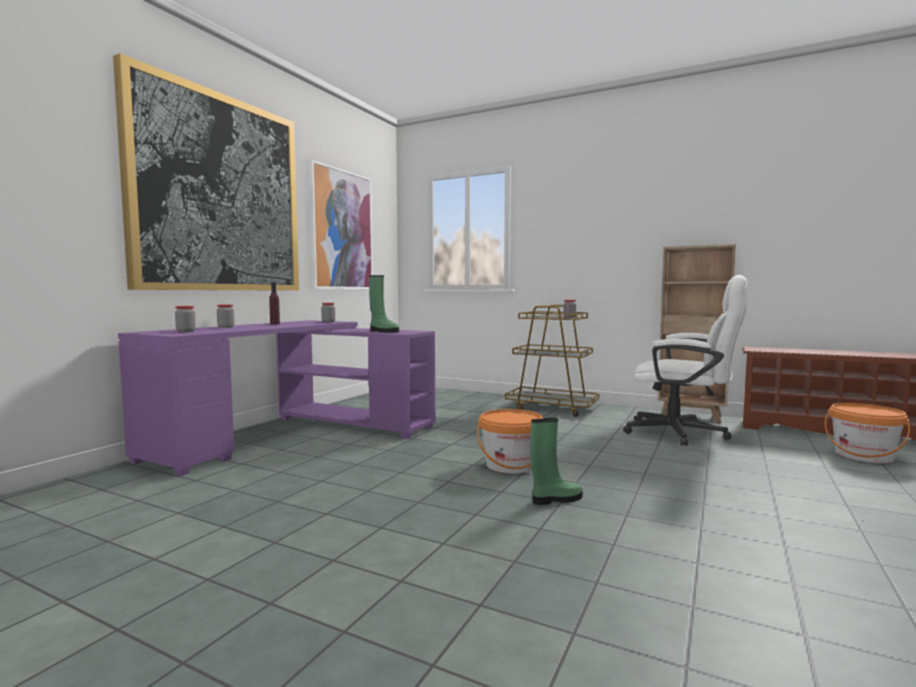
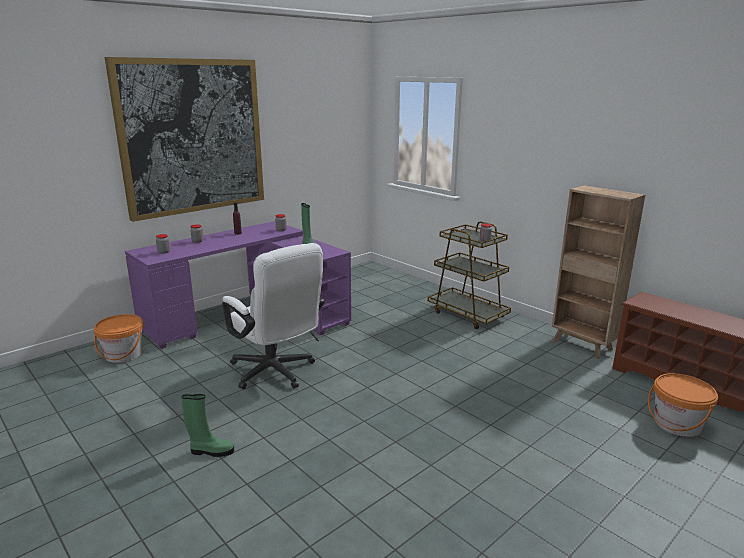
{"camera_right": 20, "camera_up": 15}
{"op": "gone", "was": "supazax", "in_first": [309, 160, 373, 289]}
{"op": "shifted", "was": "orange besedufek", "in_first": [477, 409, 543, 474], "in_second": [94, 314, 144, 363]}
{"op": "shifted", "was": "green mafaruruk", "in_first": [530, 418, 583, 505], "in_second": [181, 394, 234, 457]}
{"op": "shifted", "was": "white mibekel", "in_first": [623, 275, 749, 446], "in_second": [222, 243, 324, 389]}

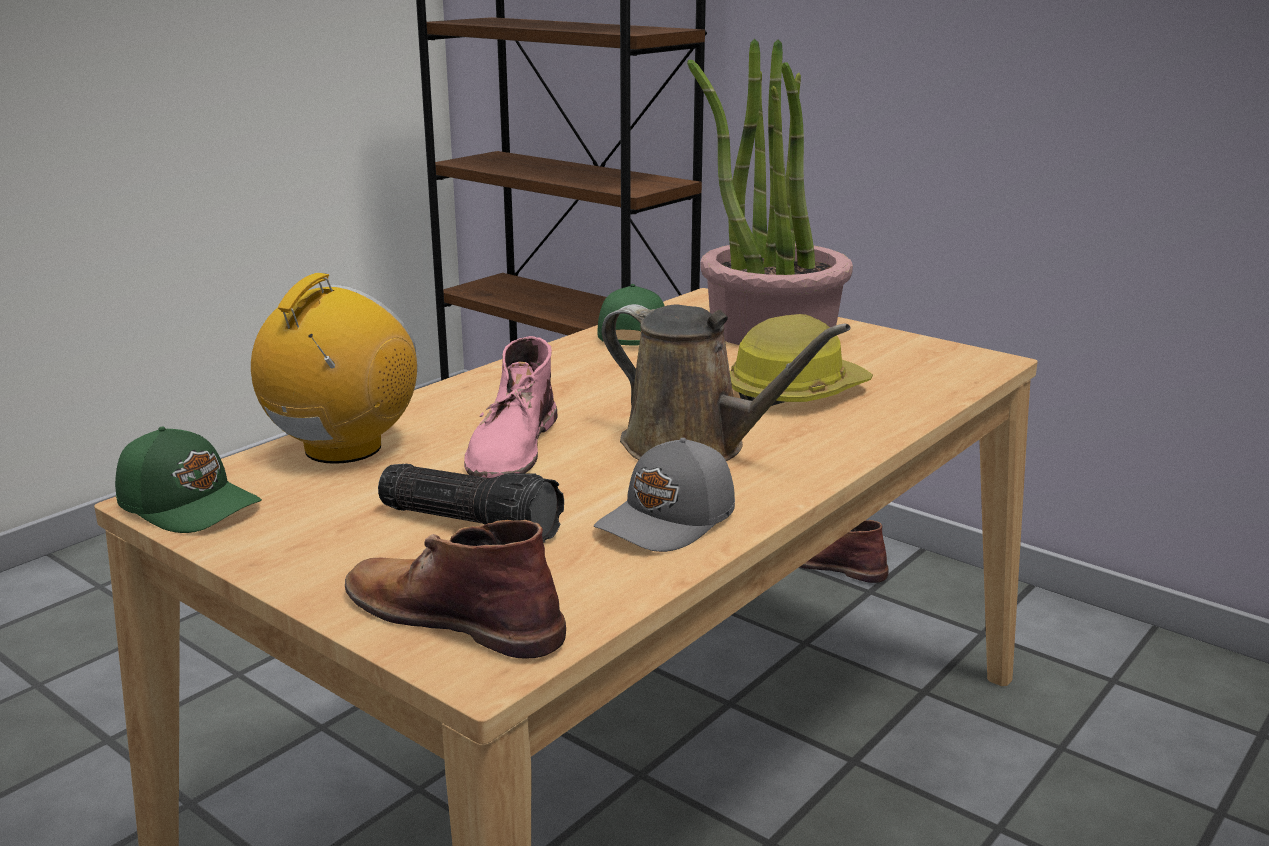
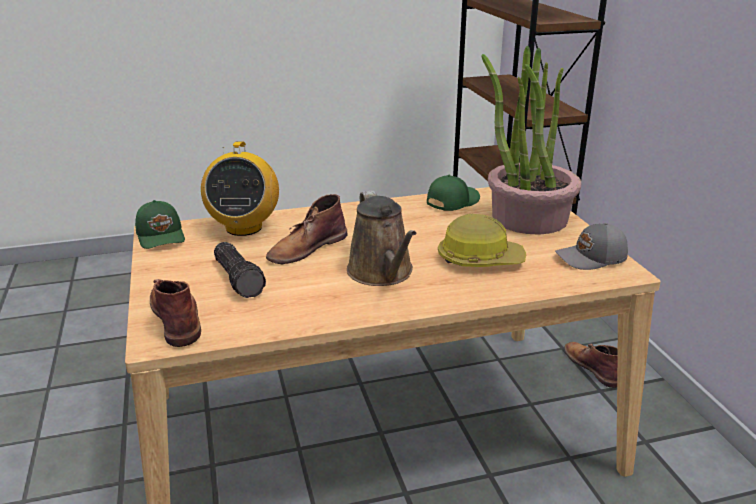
{"camera_right": 35, "camera_up": 5}
{"op": "shifted", "was": "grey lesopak", "in_first": [594, 438, 735, 552], "in_second": [555, 223, 628, 270]}
{"op": "repainted", "was": "pink mafaruruk", "now": "brown mafaruruk", "in_first": [464, 336, 558, 478], "in_second": [266, 194, 347, 265]}
{"op": "rotated", "was": "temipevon", "in_first": [251, 273, 417, 464], "in_second": [201, 141, 279, 236], "clockwise": 120}

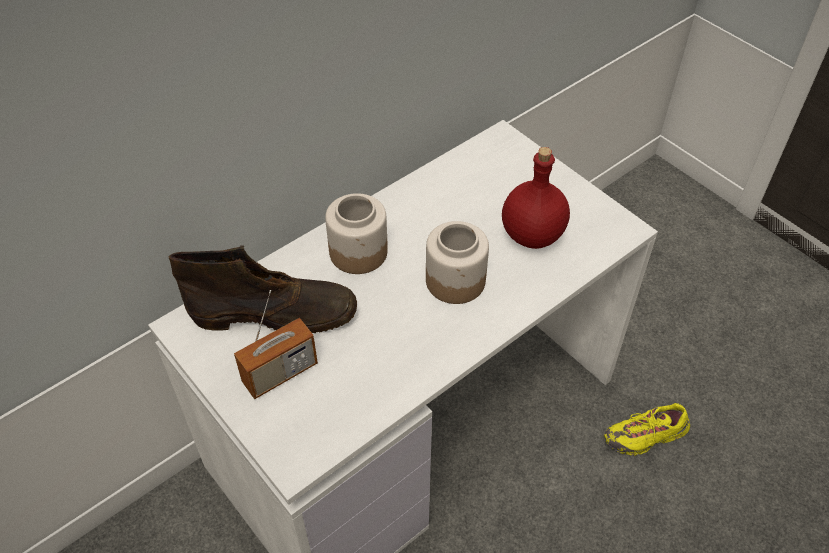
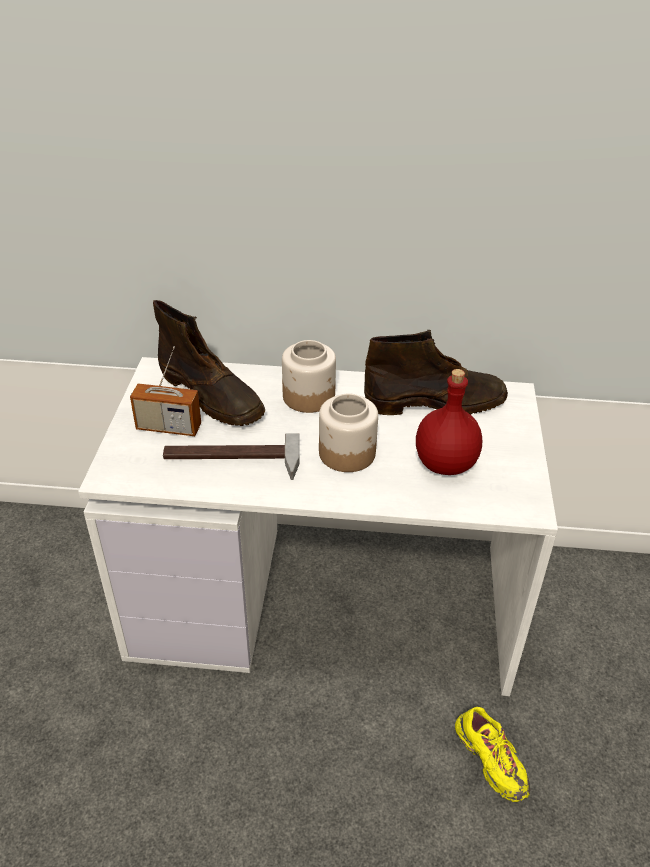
{"camera_right": 45, "camera_up": -10}
{"op": "new", "now": "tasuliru", "in_second": [163, 433, 300, 480]}
{"op": "new", "now": "brown mafaruruk", "in_second": [364, 330, 508, 415]}
{"op": "rotated", "was": "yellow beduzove", "in_first": [604, 403, 690, 456], "in_second": [455, 707, 530, 802], "clockwise": -150}

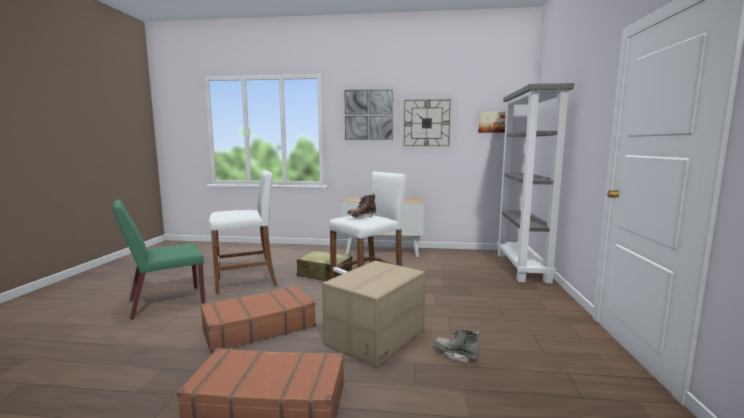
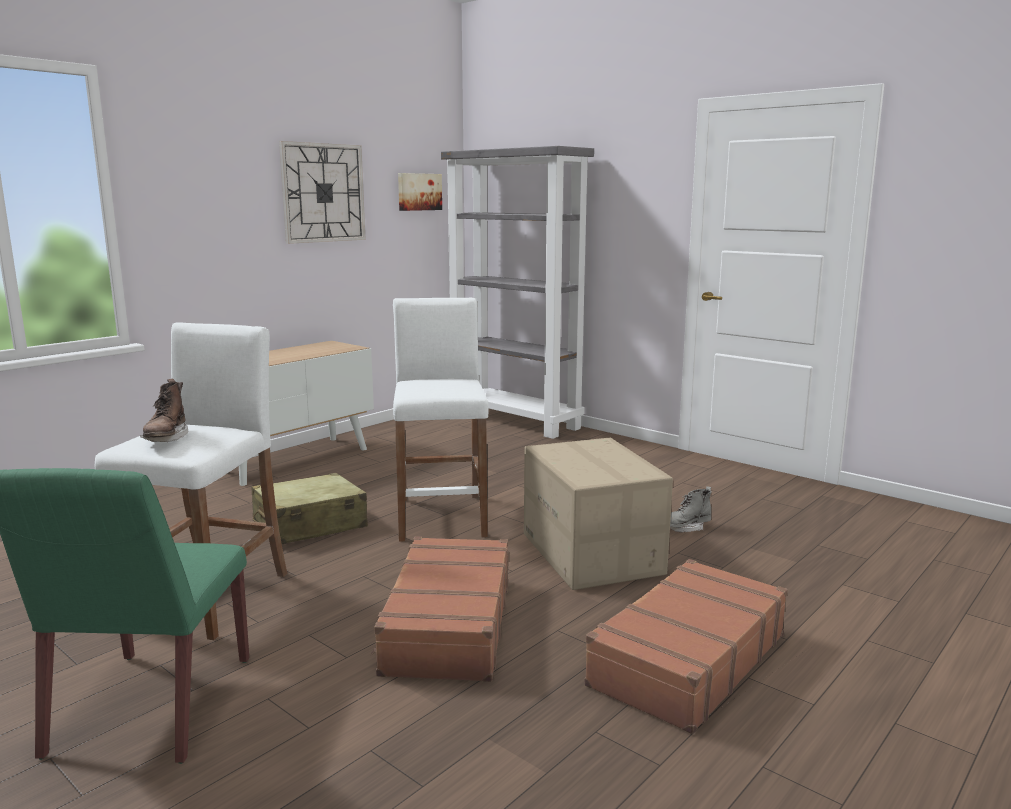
{"camera_right": -55, "camera_up": 5}
{"op": "gone", "was": "supazax", "in_first": [344, 89, 394, 140]}
{"op": "shifted", "was": "brown mafaruruk", "in_first": [347, 194, 376, 218], "in_second": [140, 379, 188, 442]}

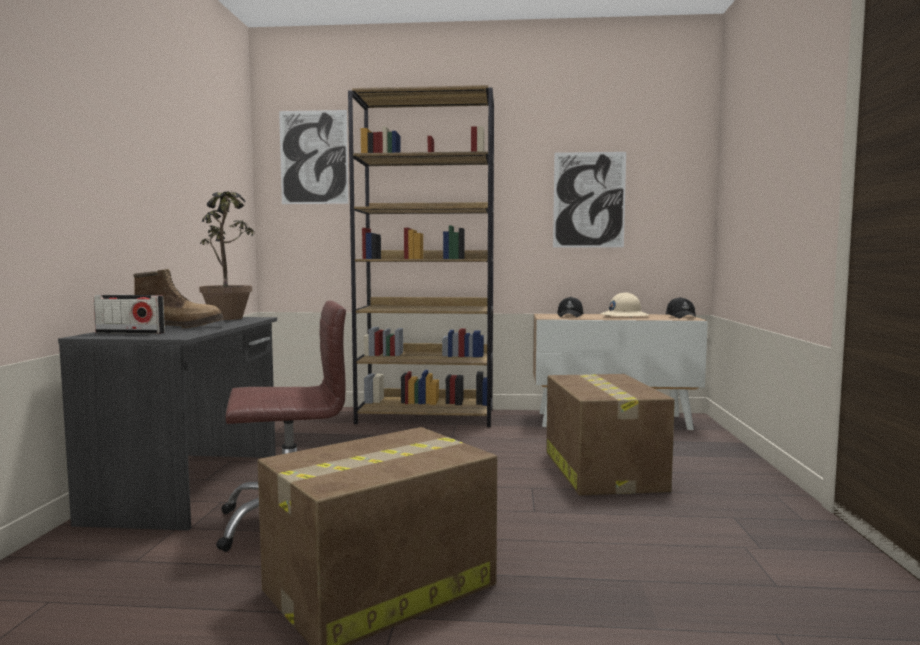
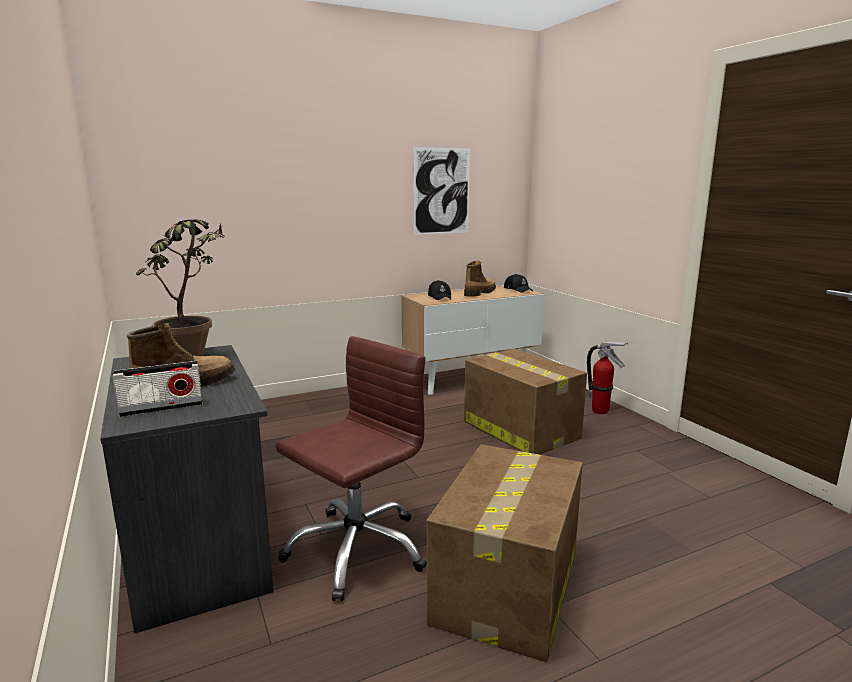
{"camera_right": -30, "camera_up": 10}
{"op": "gone", "was": "supazax", "in_first": [279, 110, 349, 204]}
{"op": "gone", "was": "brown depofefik", "in_first": [348, 85, 494, 427]}
{"op": "new", "now": "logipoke", "in_second": [587, 341, 628, 414]}
{"op": "swapped", "was": "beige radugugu", "now": "mafaruruk", "in_first": [601, 292, 649, 318], "in_second": [464, 261, 496, 297]}

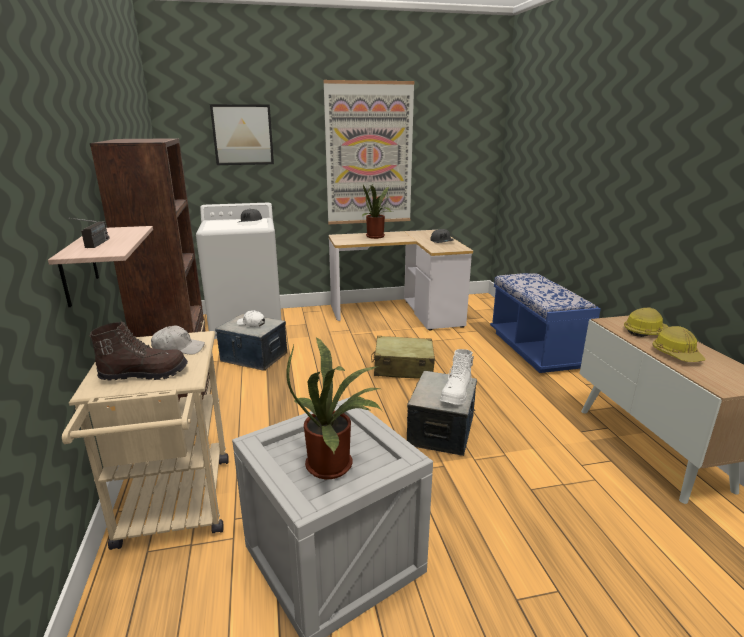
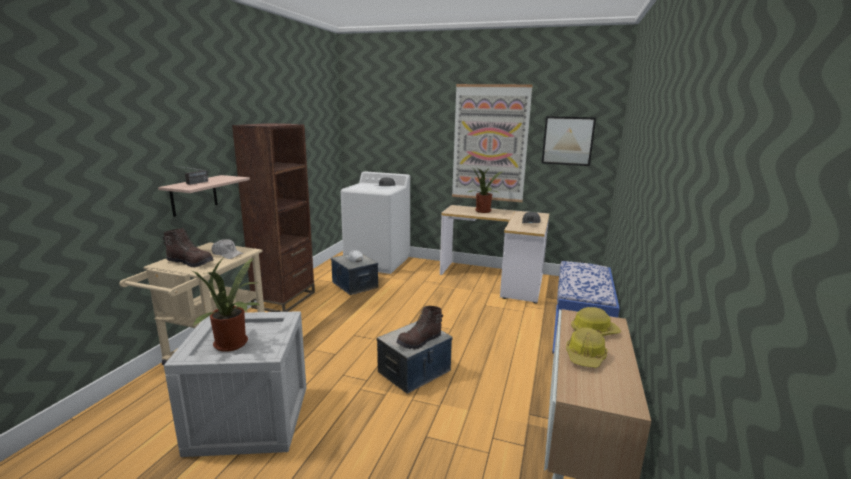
{"camera_right": 30, "camera_up": -5}
{"op": "gone", "was": "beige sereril", "in_first": [371, 336, 435, 379]}
{"op": "shifted", "was": "supazax", "in_first": [210, 104, 274, 165], "in_second": [542, 116, 596, 166]}
{"op": "repainted", "was": "white mafaruruk", "now": "brown mafaruruk", "in_first": [440, 349, 474, 405], "in_second": [397, 306, 443, 350]}

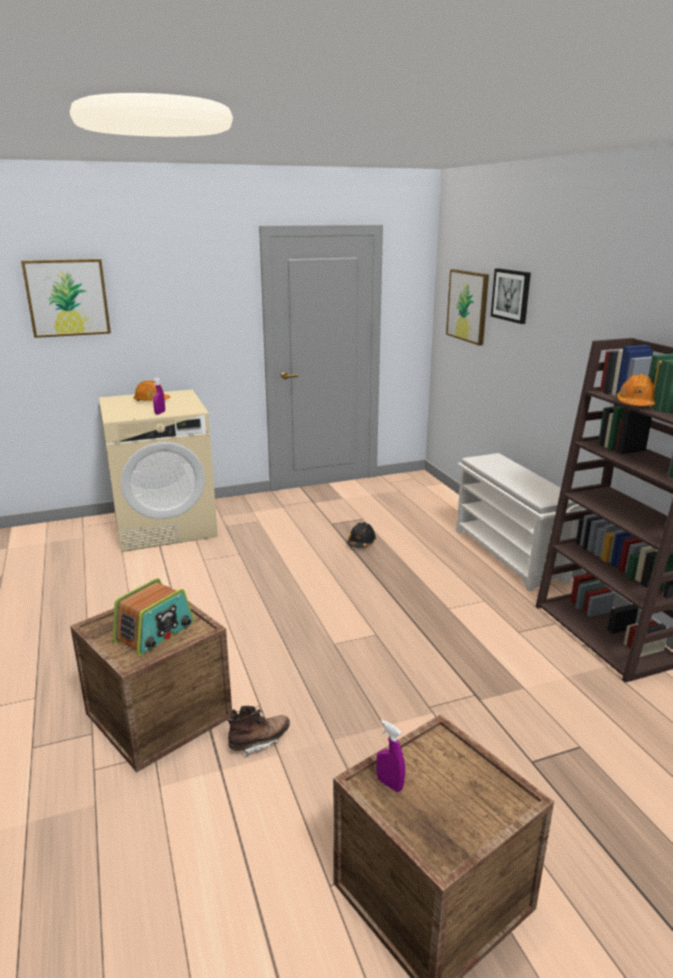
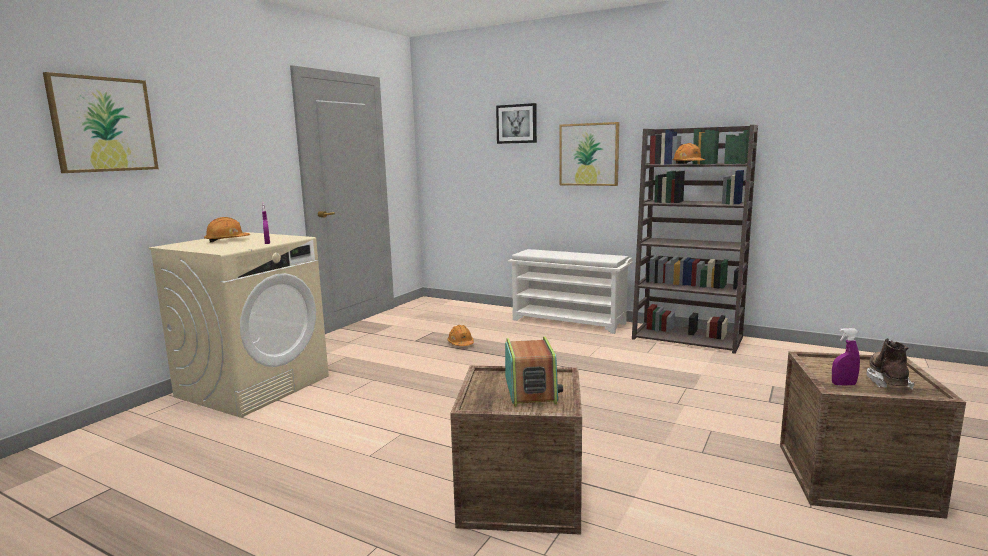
{"camera_right": -40, "camera_up": -10}
{"op": "shifted", "was": "brown mafaruruk", "in_first": [227, 706, 290, 758], "in_second": [866, 338, 915, 390]}
{"op": "shifted", "was": "supazax", "in_first": [446, 269, 489, 346], "in_second": [559, 122, 619, 186]}
{"op": "repainted", "was": "black radugugu", "now": "orange radugugu", "in_first": [347, 522, 376, 548], "in_second": [447, 325, 474, 346]}

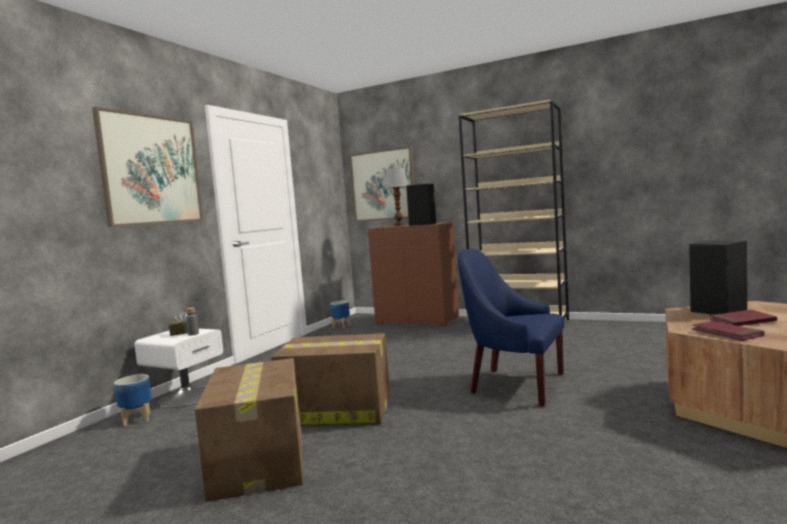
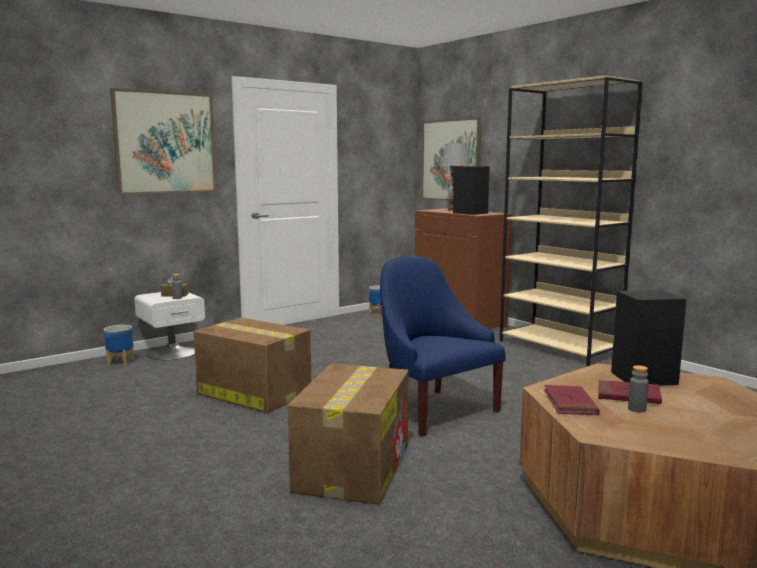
{"camera_right": 25, "camera_up": 5}
{"op": "new", "now": "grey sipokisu", "in_second": [628, 365, 649, 413]}
{"op": "shifted", "was": "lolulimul", "in_first": [194, 358, 304, 502], "in_second": [288, 364, 408, 504]}

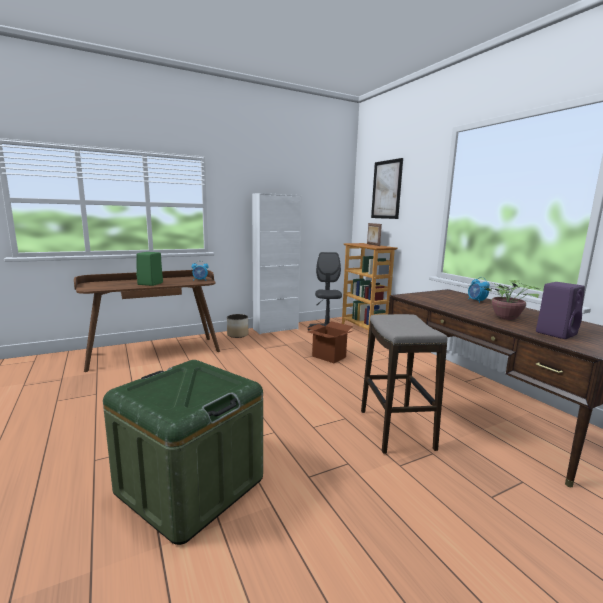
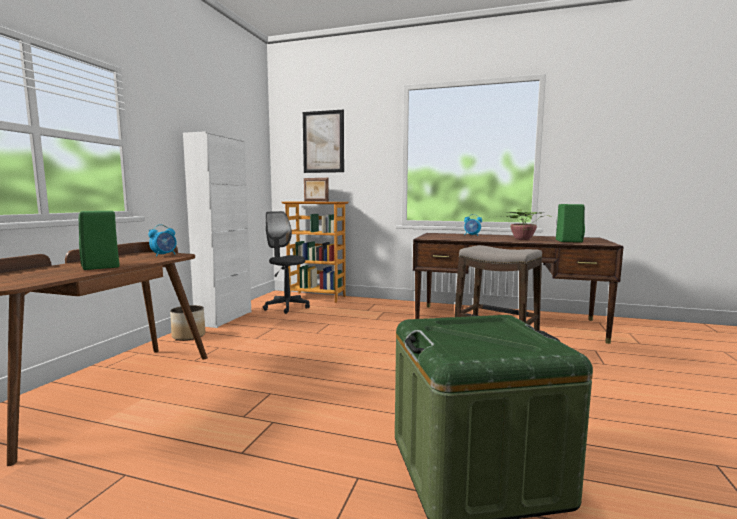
{"camera_right": -45, "camera_up": -5}
{"op": "gone", "was": "lolulimul", "in_first": [307, 321, 353, 363]}
{"op": "repainted", "was": "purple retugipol", "now": "green retugipol", "in_first": [536, 282, 585, 339], "in_second": [556, 204, 585, 243]}

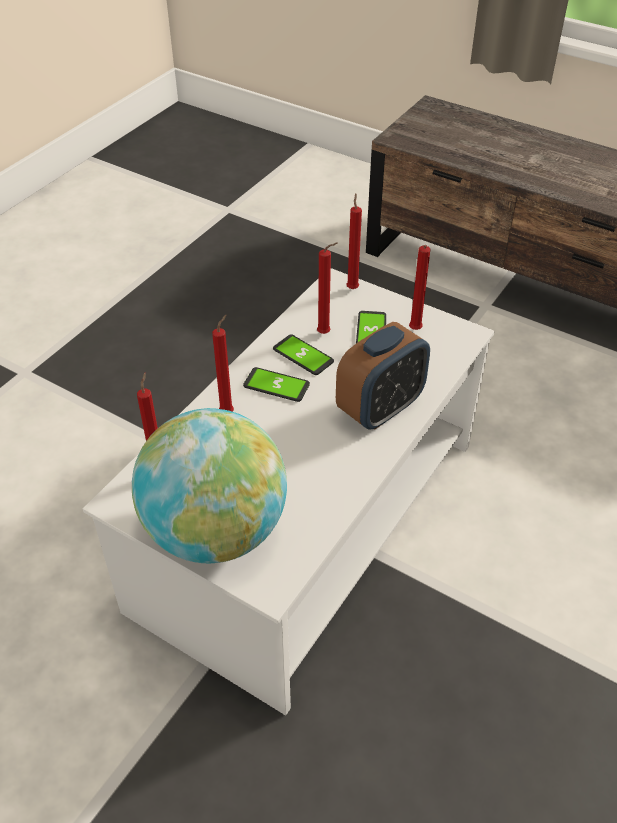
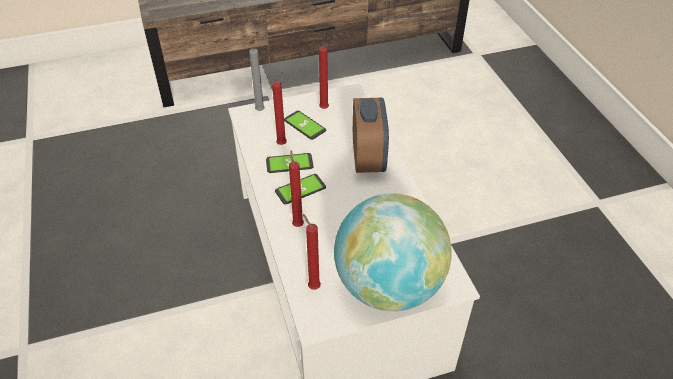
{"camera_right": -50, "camera_up": 0}
{"op": "repainted", "was": "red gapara", "now": "grey gapara", "in_first": [346, 193, 362, 289], "in_second": [246, 40, 265, 111]}

